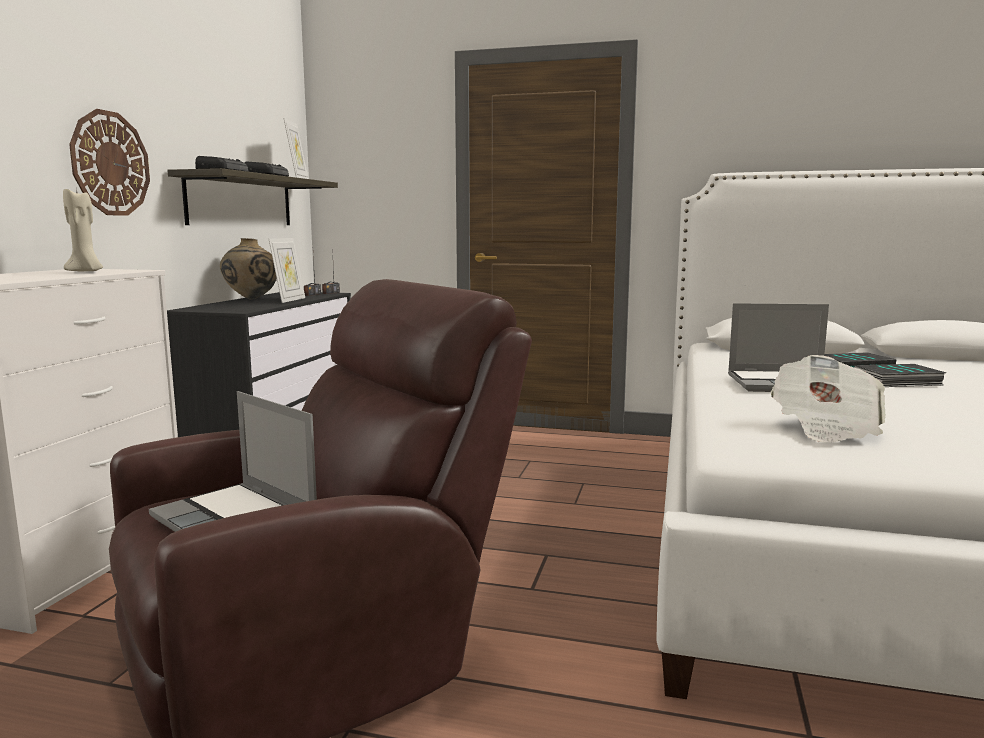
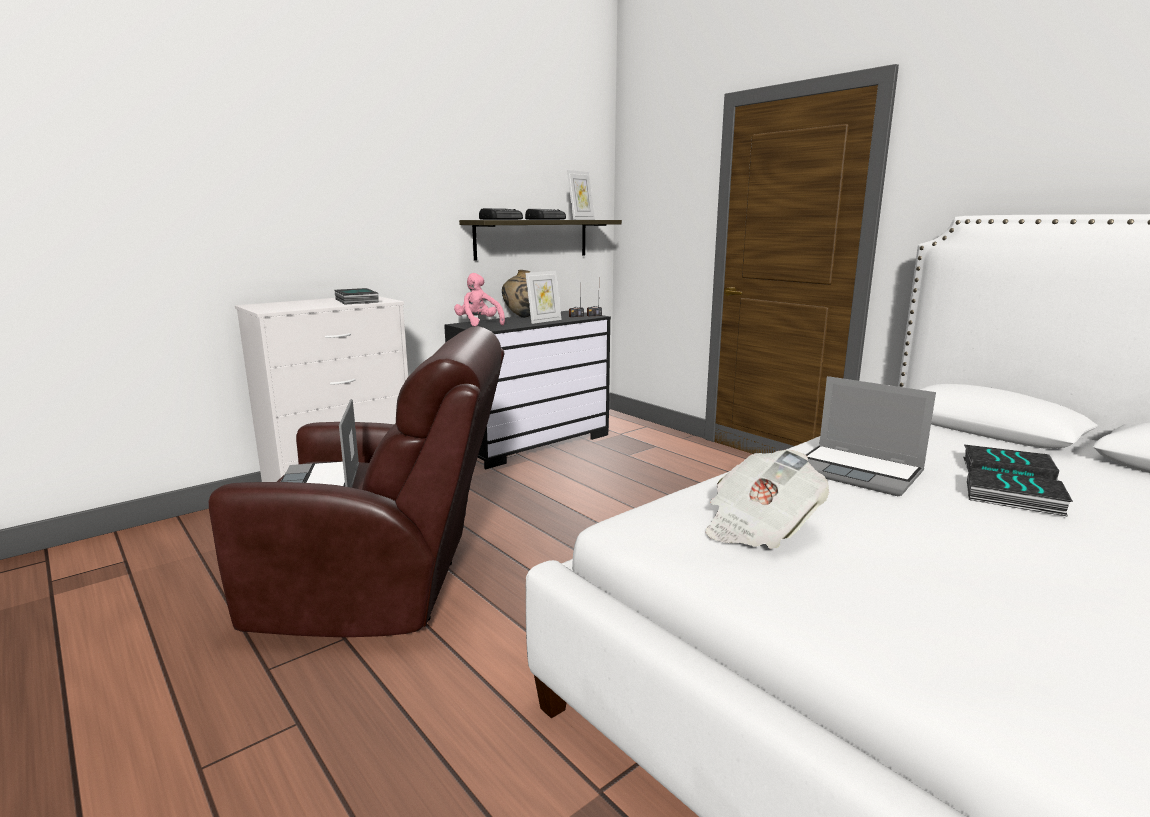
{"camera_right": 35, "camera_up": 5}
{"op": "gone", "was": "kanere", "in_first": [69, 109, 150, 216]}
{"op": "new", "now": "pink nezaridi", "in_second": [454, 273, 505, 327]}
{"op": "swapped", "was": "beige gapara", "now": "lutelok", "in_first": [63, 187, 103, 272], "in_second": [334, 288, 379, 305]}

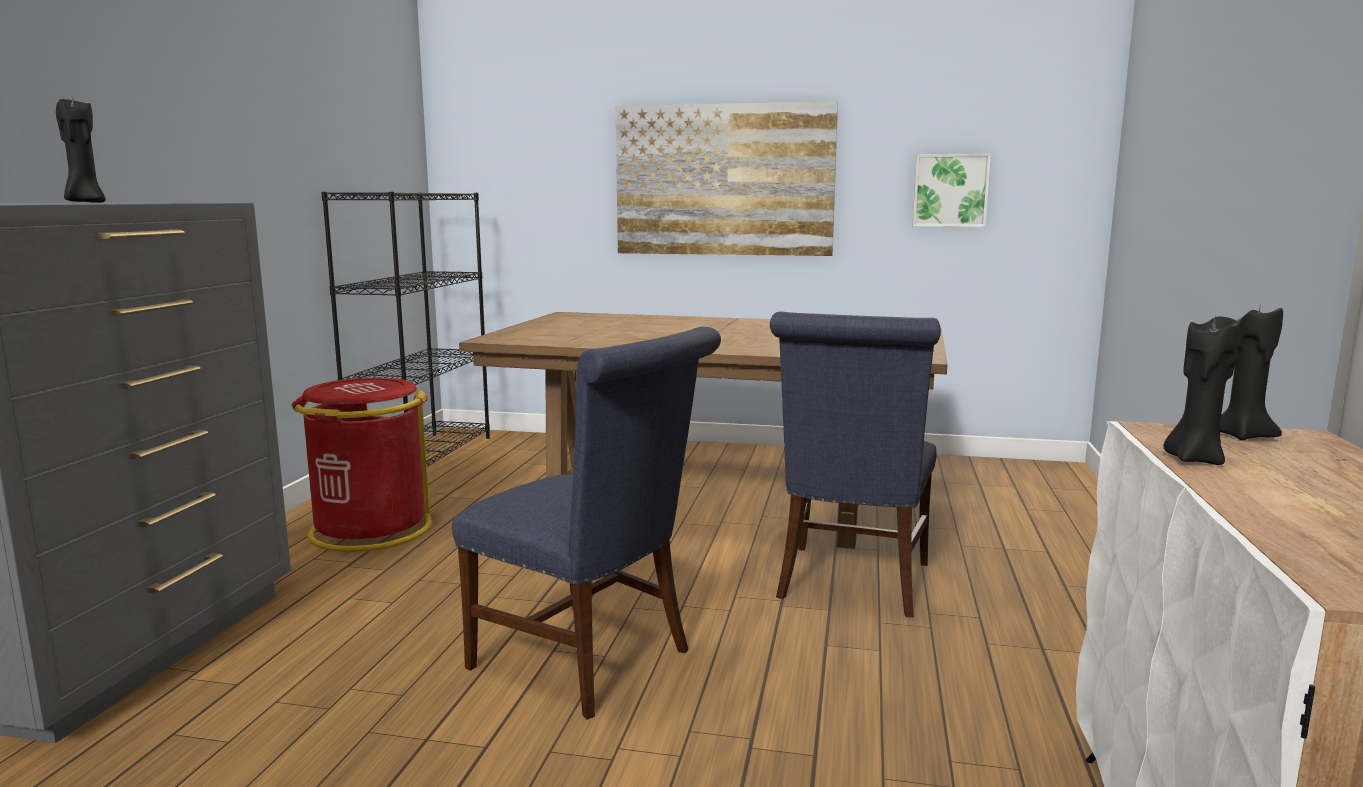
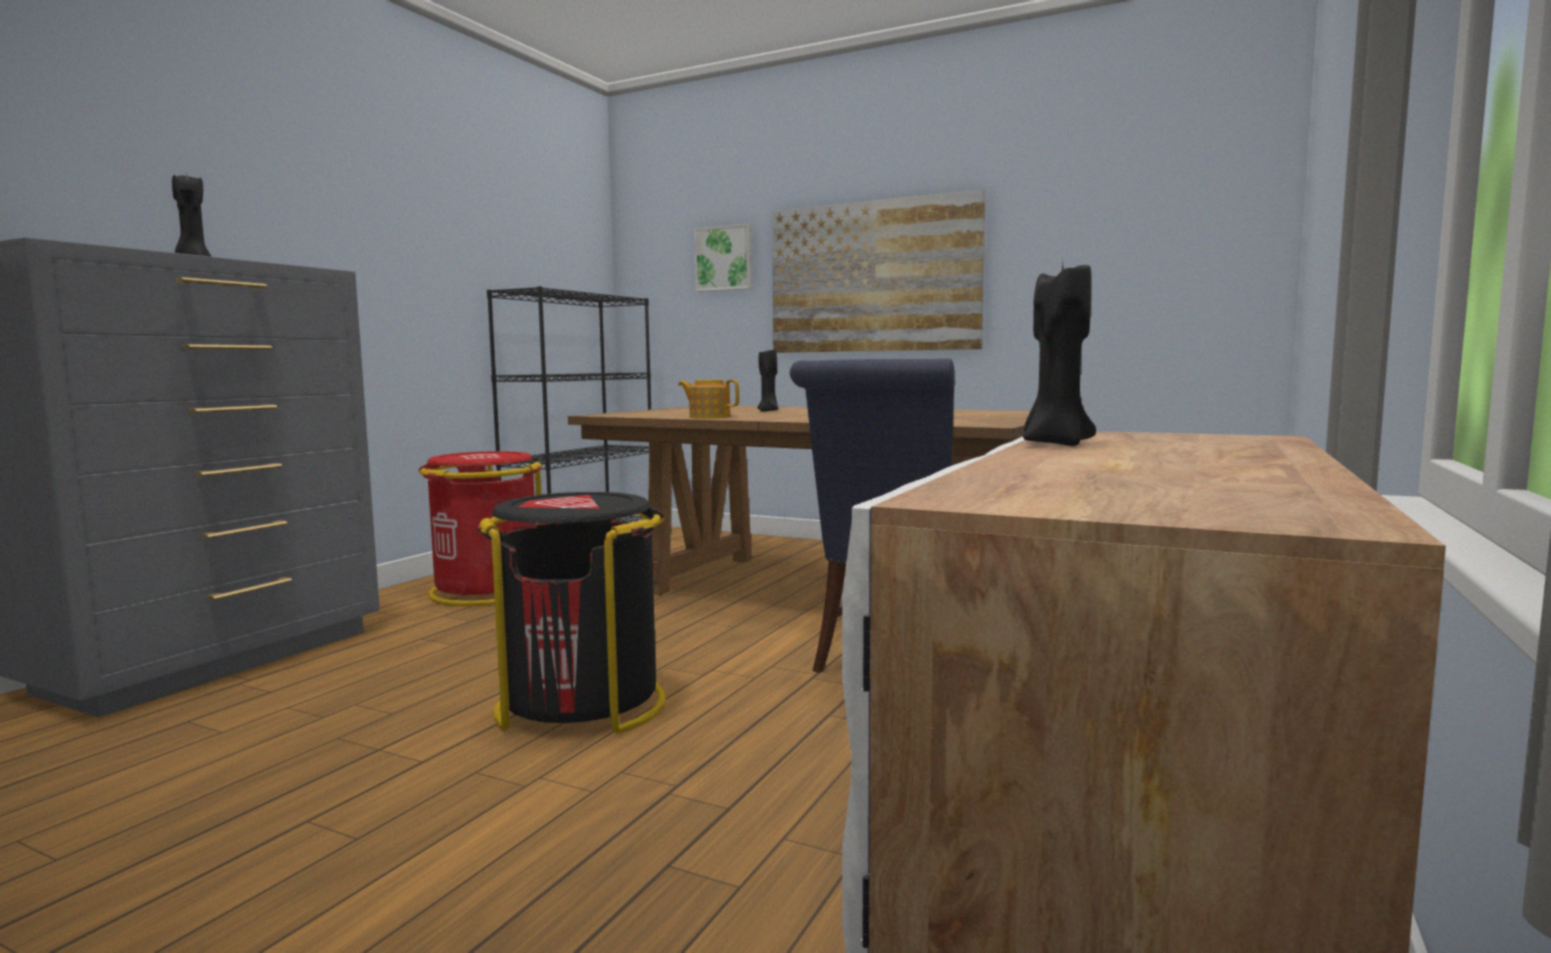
{"camera_right": 15, "camera_up": -5}
{"op": "new", "now": "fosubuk", "in_second": [678, 379, 739, 419]}
{"op": "shifted", "was": "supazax", "in_first": [912, 154, 991, 227], "in_second": [694, 224, 752, 292]}
{"op": "shifted", "was": "black gapara", "in_first": [1220, 303, 1283, 441], "in_second": [757, 350, 779, 412]}
{"op": "swapped", "was": "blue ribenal", "now": "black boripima", "in_first": [452, 327, 721, 720], "in_second": [478, 492, 666, 734]}

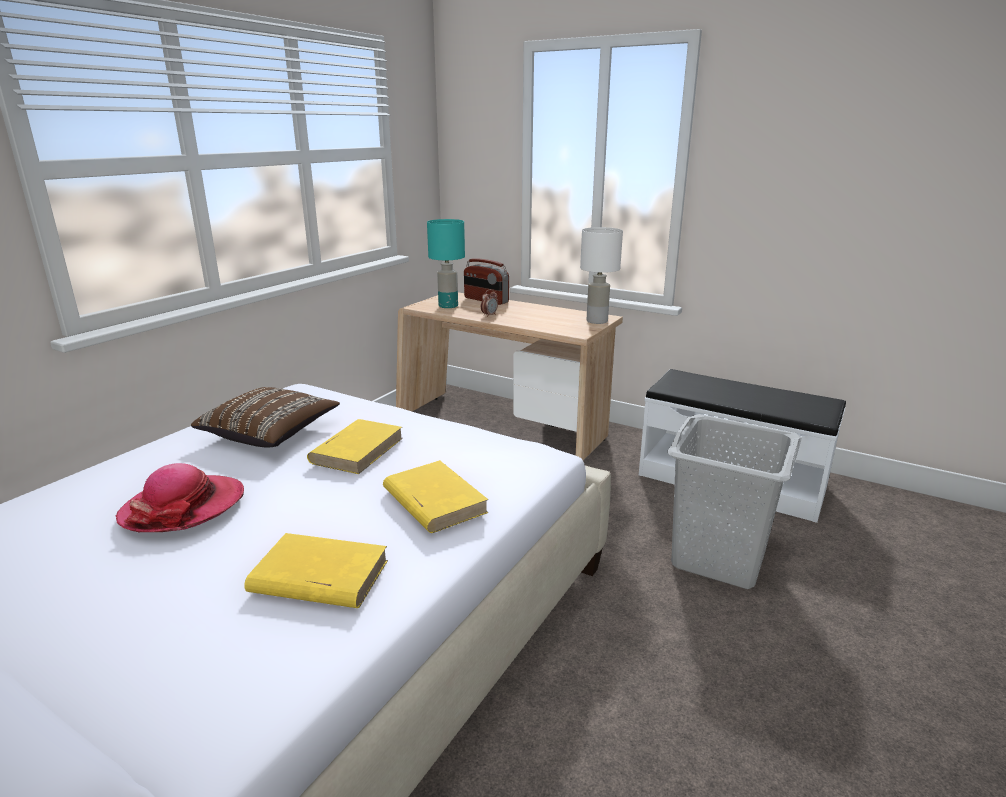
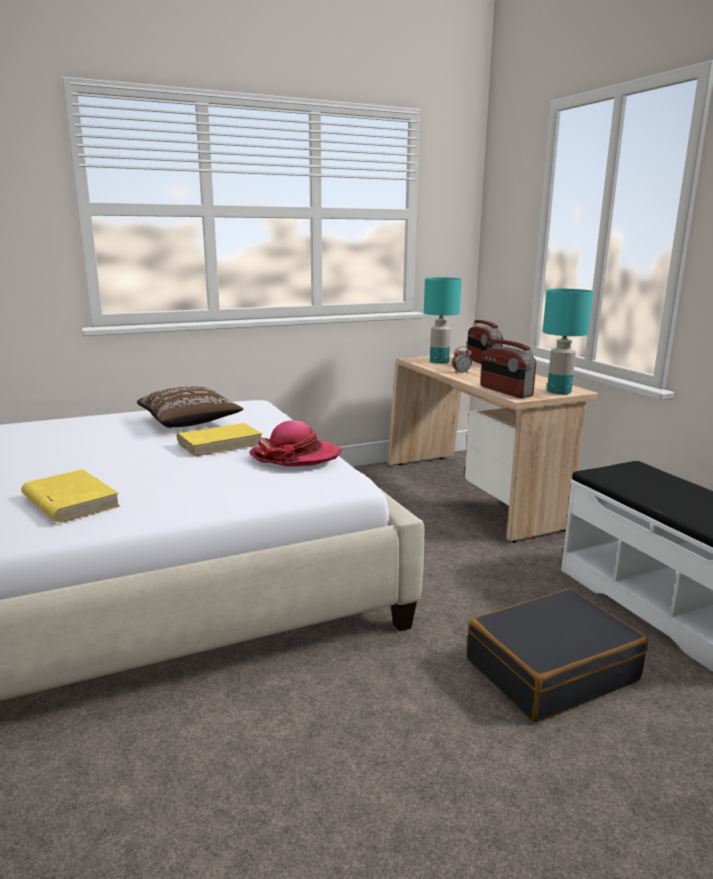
{"camera_right": 35, "camera_up": -5}
{"op": "gone", "was": "yellow lutelok", "in_first": [383, 460, 489, 533]}
{"op": "new", "now": "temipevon", "in_second": [480, 340, 536, 398]}
{"op": "shifted", "was": "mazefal", "in_first": [116, 463, 244, 532], "in_second": [249, 420, 341, 466]}
{"op": "swapped", "was": "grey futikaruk", "now": "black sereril", "in_first": [667, 414, 802, 589], "in_second": [467, 588, 648, 722]}
{"op": "repainted", "was": "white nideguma", "now": "turquoise nideguma", "in_first": [580, 227, 623, 324], "in_second": [543, 289, 593, 394]}

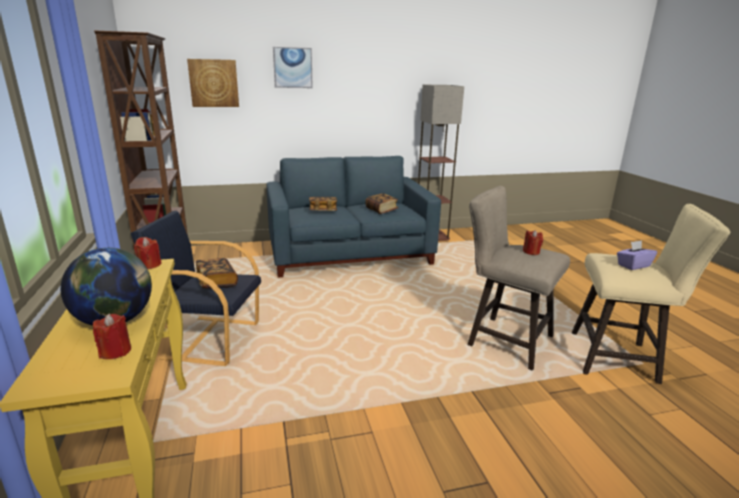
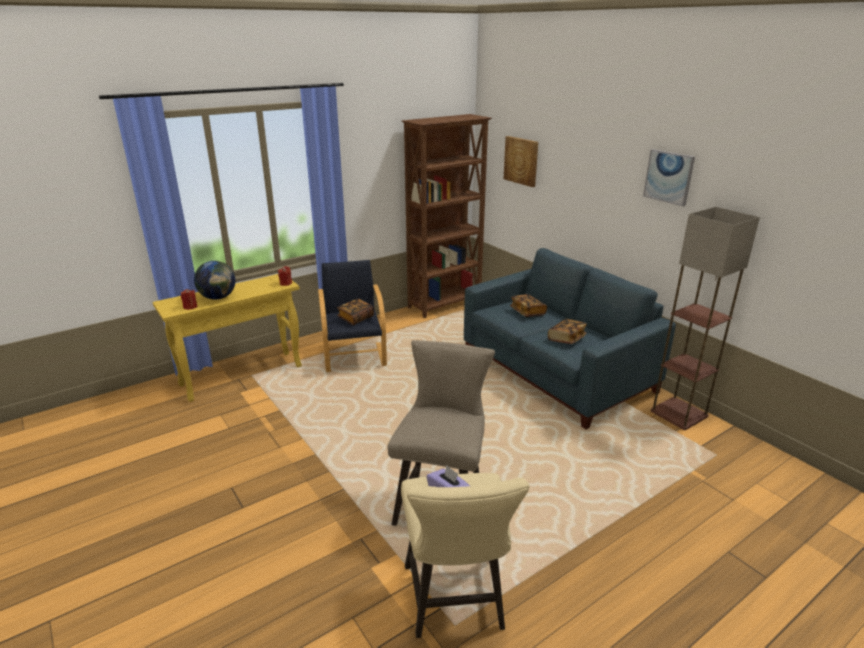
{"camera_right": 70, "camera_up": 5}
{"op": "gone", "was": "red gapara", "in_first": [523, 230, 543, 255]}
{"op": "shifted", "was": "supazax", "in_first": [273, 47, 313, 88], "in_second": [643, 149, 695, 207]}

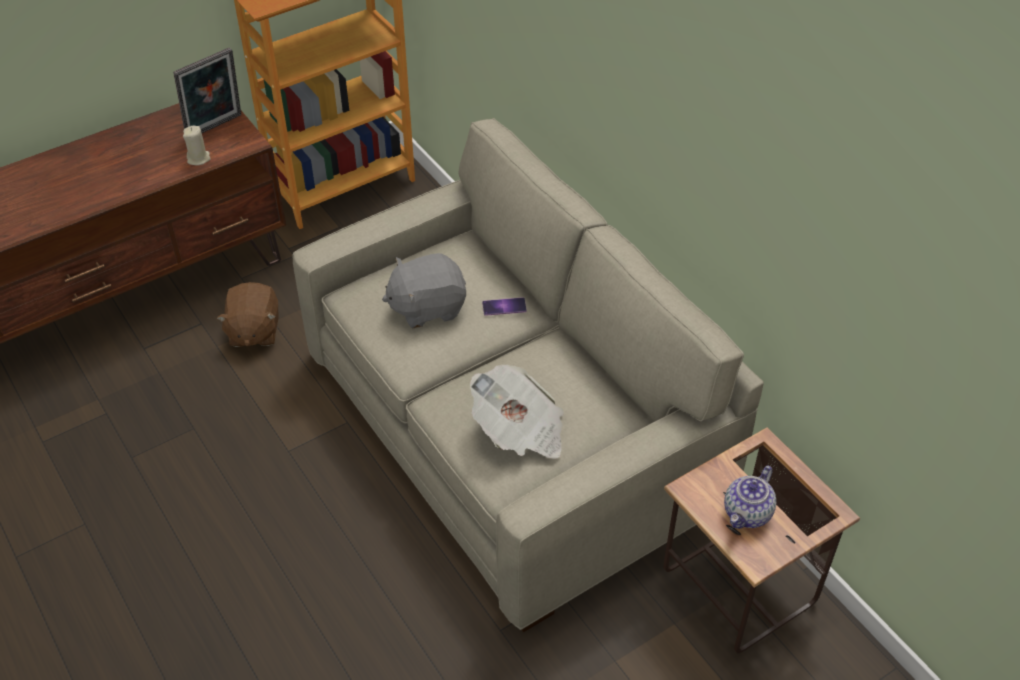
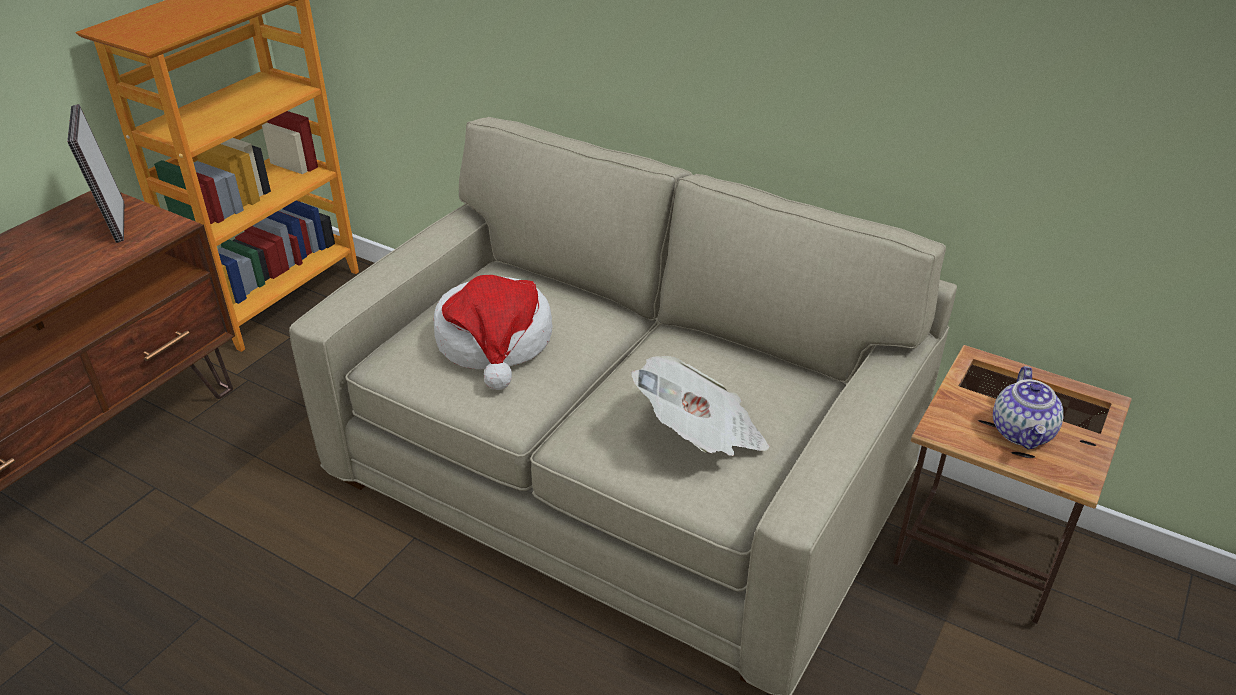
{"camera_right": -25, "camera_up": -10}
{"op": "gone", "was": "beige gapara", "in_first": [183, 125, 211, 165]}
{"op": "gone", "was": "brown nezaridi", "in_first": [216, 282, 278, 347]}
{"op": "gone", "was": "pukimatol", "in_first": [482, 297, 527, 316]}
{"op": "swapped", "was": "grey nezaridi", "now": "mazefal", "in_first": [382, 253, 466, 328], "in_second": [434, 275, 553, 390]}
{"op": "rotated", "was": "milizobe", "in_first": [173, 48, 241, 133], "in_second": [67, 104, 124, 243], "clockwise": 135}

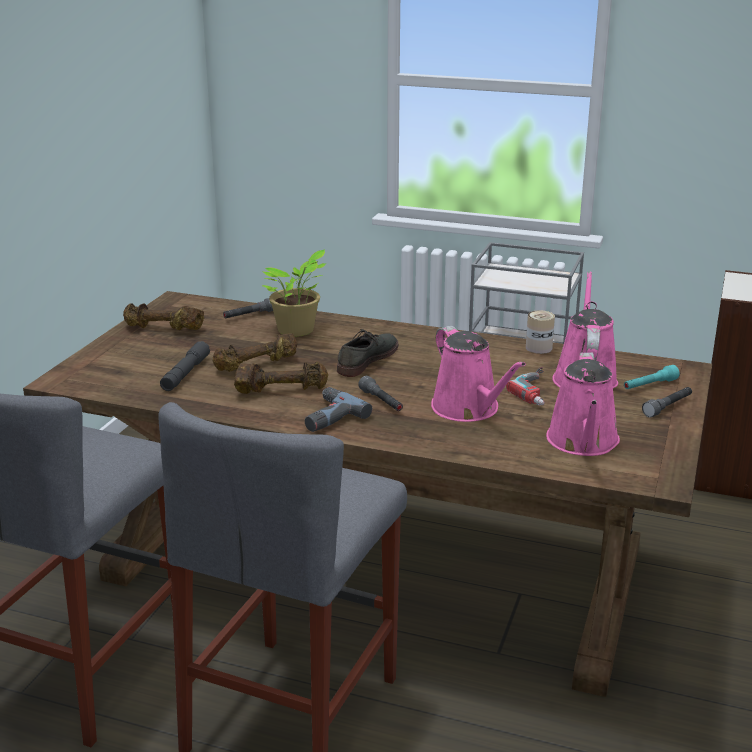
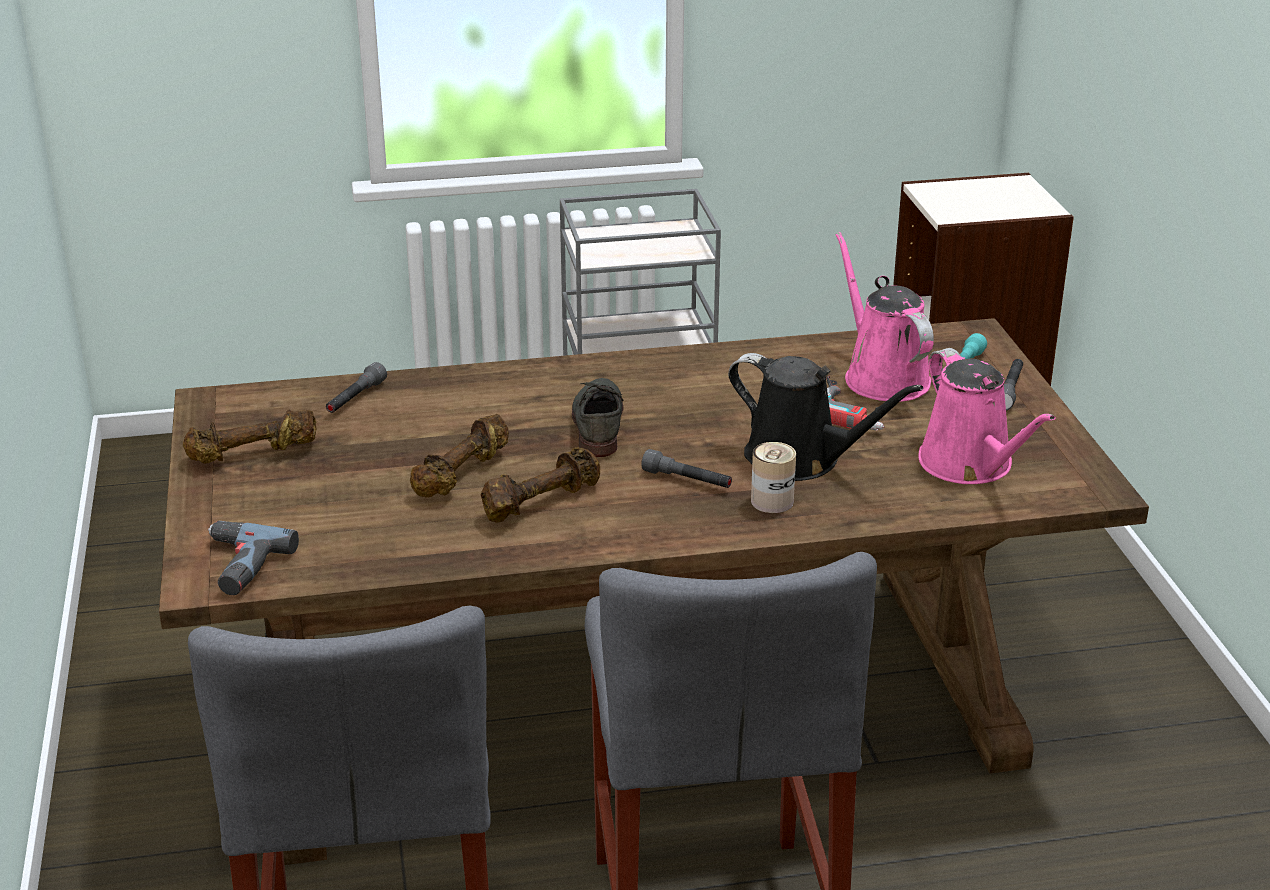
{"camera_right": -30, "camera_up": 5}
{"op": "gone", "was": "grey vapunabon", "in_first": [160, 341, 210, 391]}
{"op": "gone", "was": "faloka", "in_first": [262, 249, 327, 337]}
{"op": "shifted", "was": "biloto", "in_first": [305, 387, 372, 432], "in_second": [208, 521, 299, 595]}
{"op": "shifted", "was": "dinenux", "in_first": [526, 310, 555, 354], "in_second": [751, 442, 796, 513]}
{"op": "repainted", "was": "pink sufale", "now": "black sufale", "in_first": [431, 326, 526, 422], "in_second": [728, 353, 923, 481]}

